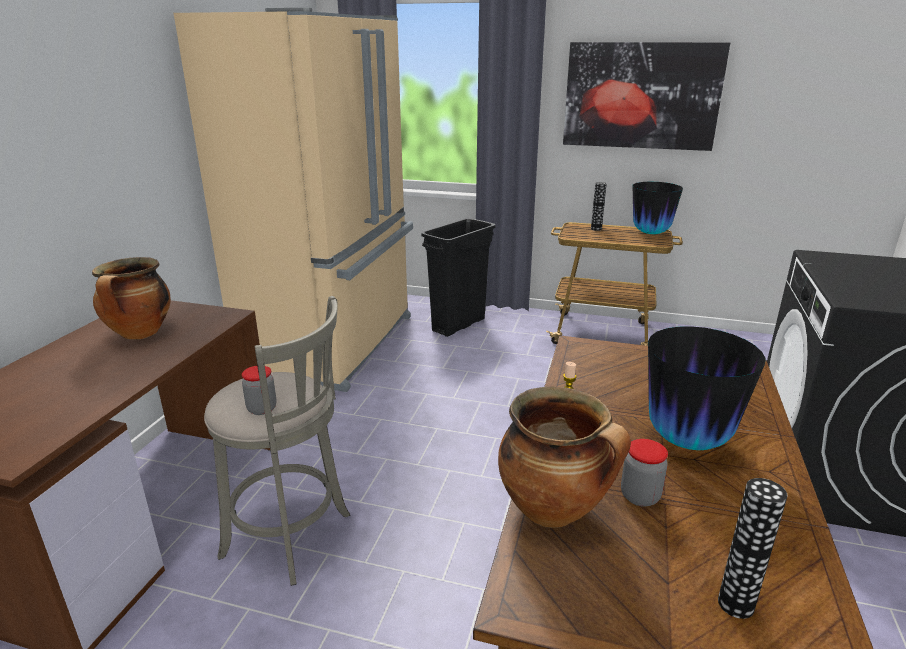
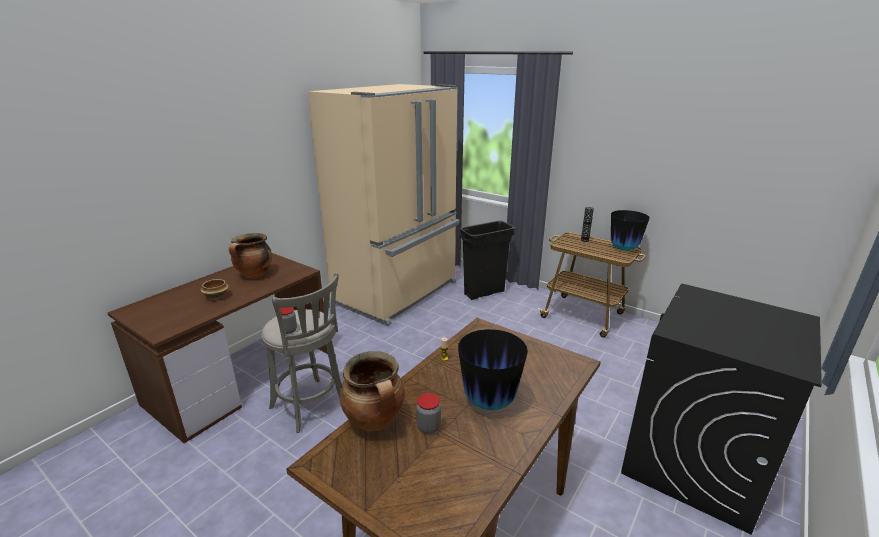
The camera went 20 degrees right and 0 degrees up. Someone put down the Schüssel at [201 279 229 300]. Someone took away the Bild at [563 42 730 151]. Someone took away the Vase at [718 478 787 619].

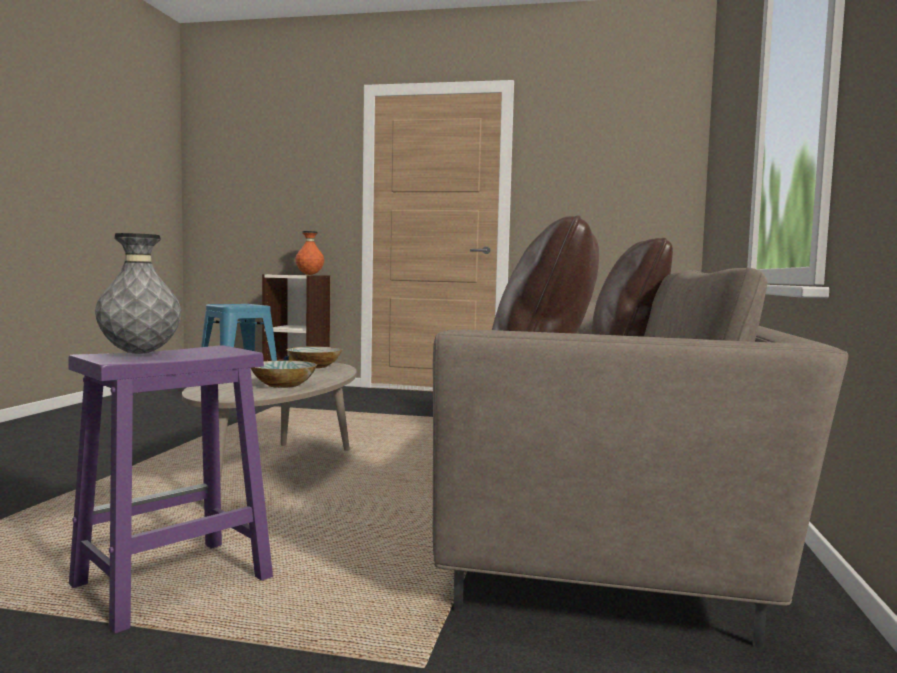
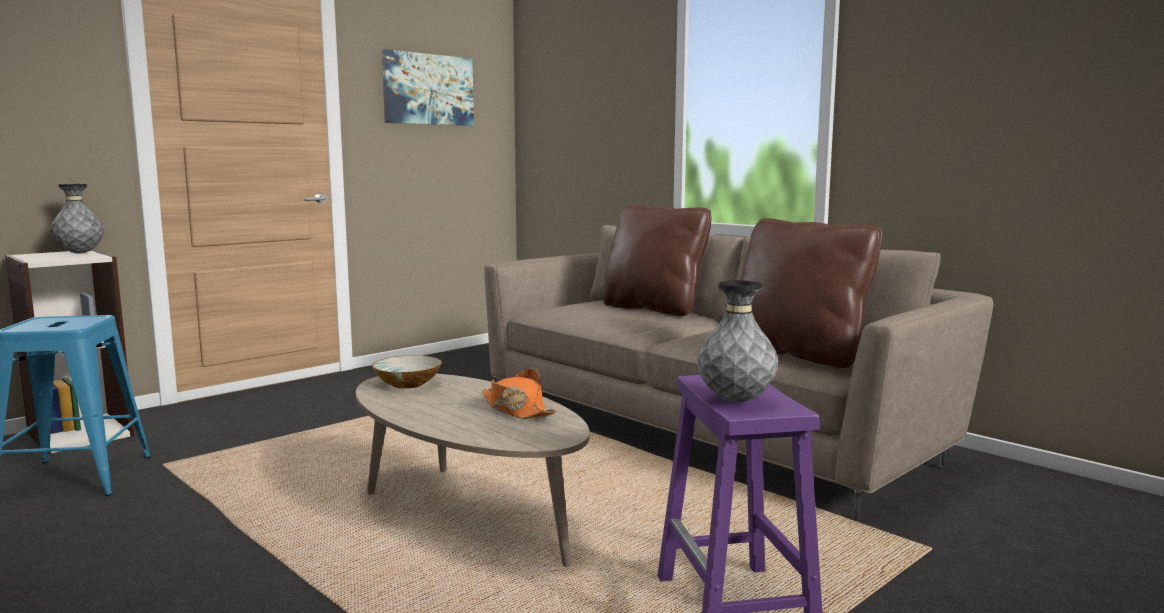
The camera went 55 degrees left and 5 degrees up. Someone repainted the Vase [orange] at [295 231 324 275], which became the Vase [grau] at [51 184 104 253]. Someone put up the Bild at [382 49 474 126]. Someone swapped the Schüssel at [251 360 317 388] for the Hut [orange] at [482 369 557 419].

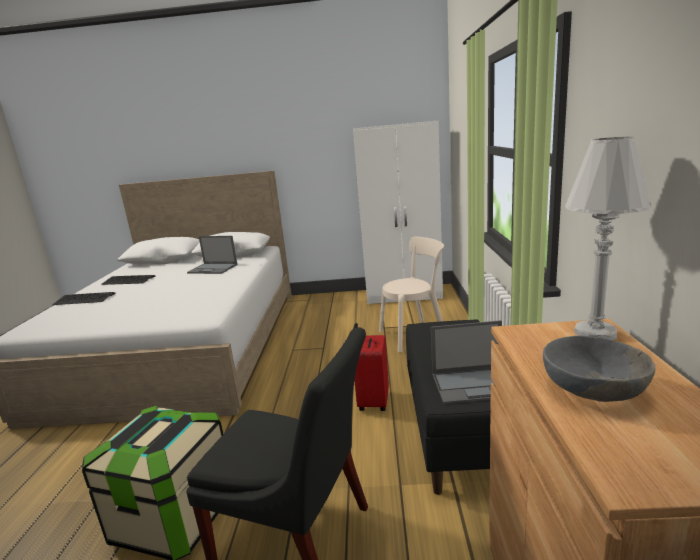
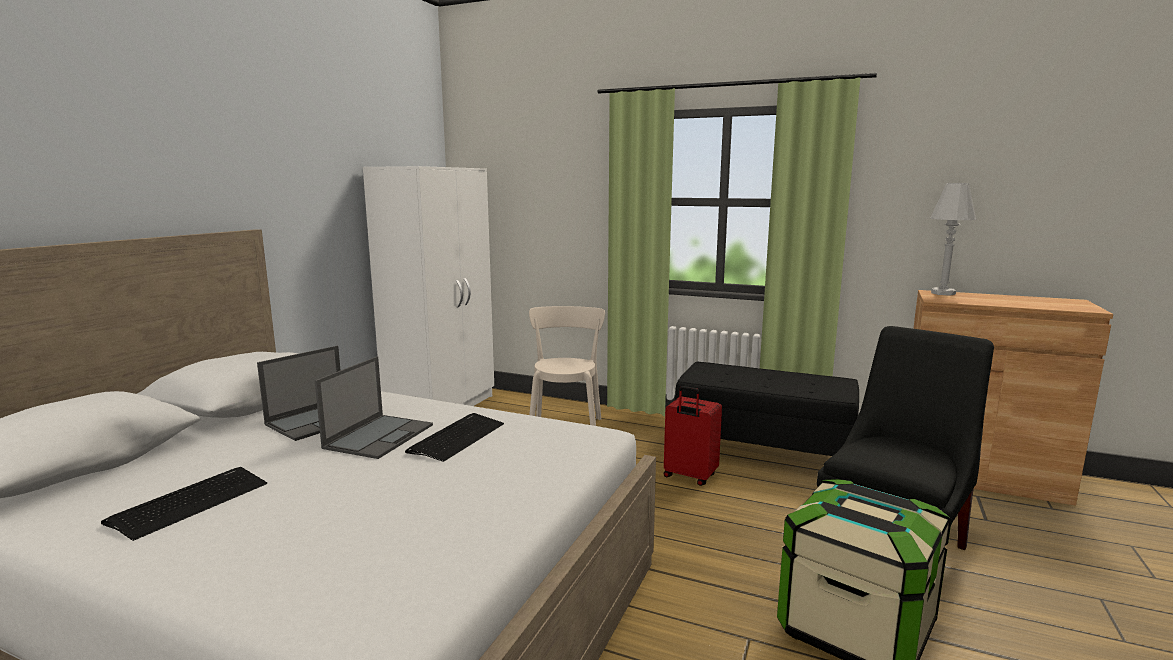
The camera went 70 degrees left and 5 degrees down. Someone carried the Laptop from [431 320 502 404] to [315 356 433 459]. Someone carried the Tastatur from [52 292 115 305] to [405 413 504 462]. Someone took away the Schüssel [grau] at [543 336 655 402].

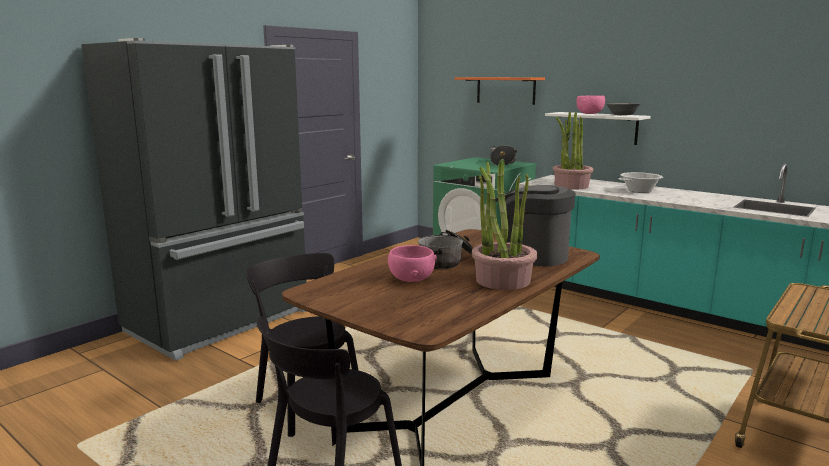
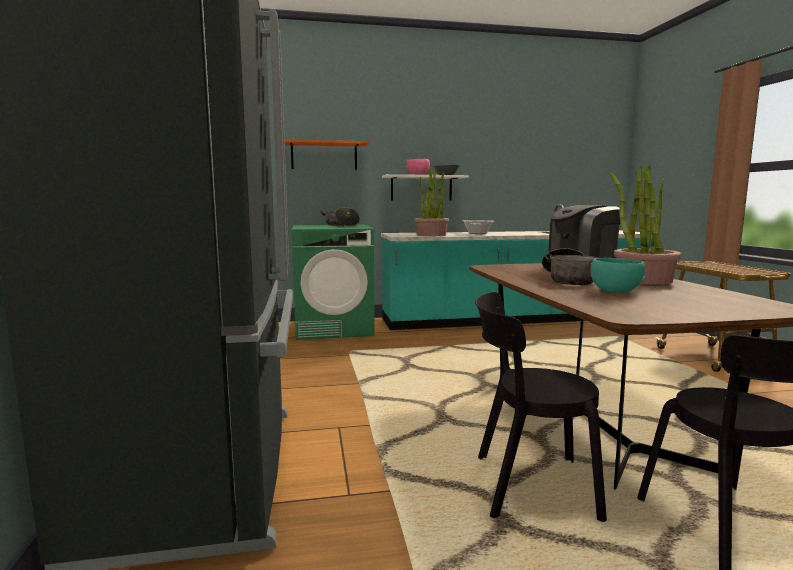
The camera went 50 degrees left and 5 degrees down. Someone repainted the Schüssel [rosa] at [388 245 437 282], which became the Schüssel [türkis] at [590 258 645 293].

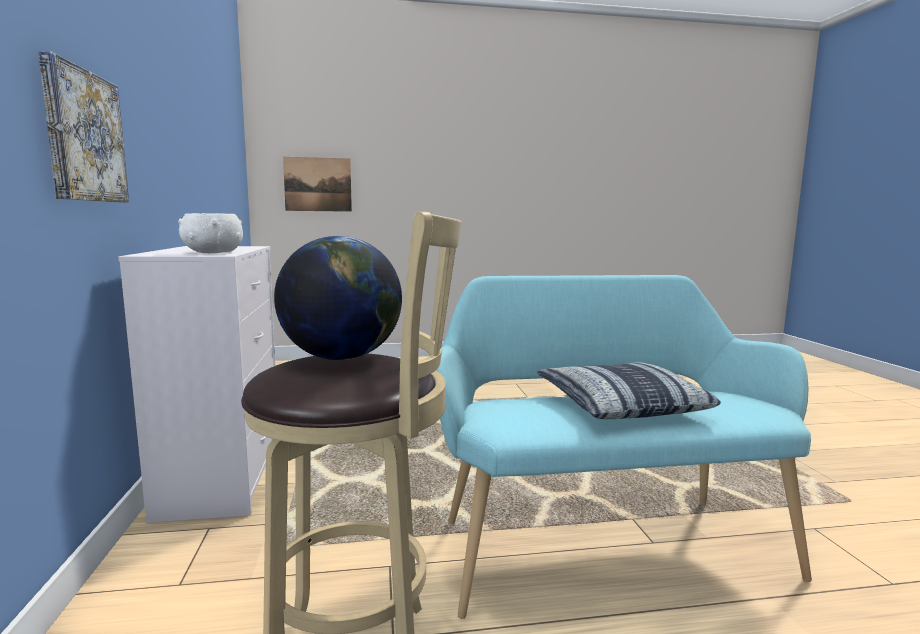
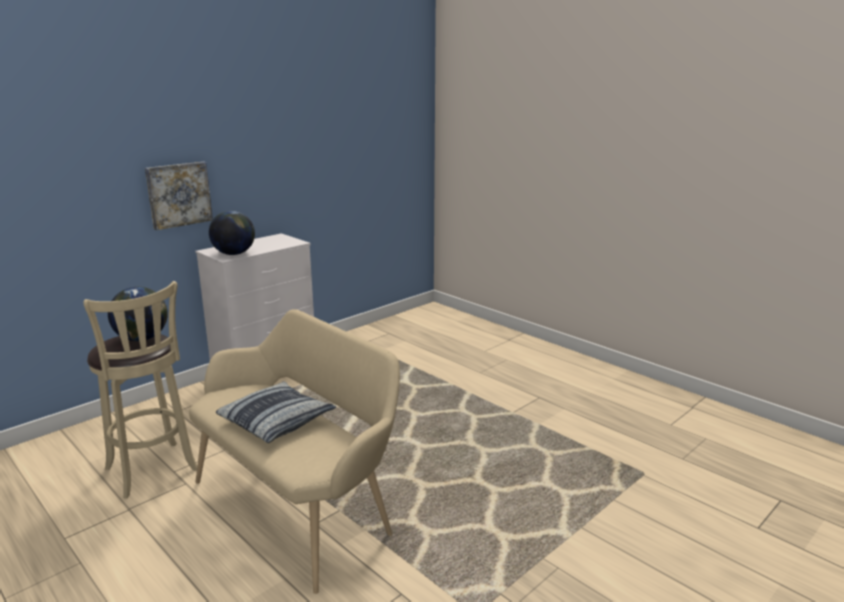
The camera went 55 degrees right and 10 degrees up. Someone repainted the Bank [türkis] at [437 275 812 619], which became the Bank [beige] at [189 309 400 594]. Someone swapped the Schüssel [weiß] at [178 213 243 253] for the Globus at [209 211 255 255]. Someone took away the Bild at [283 157 352 212].

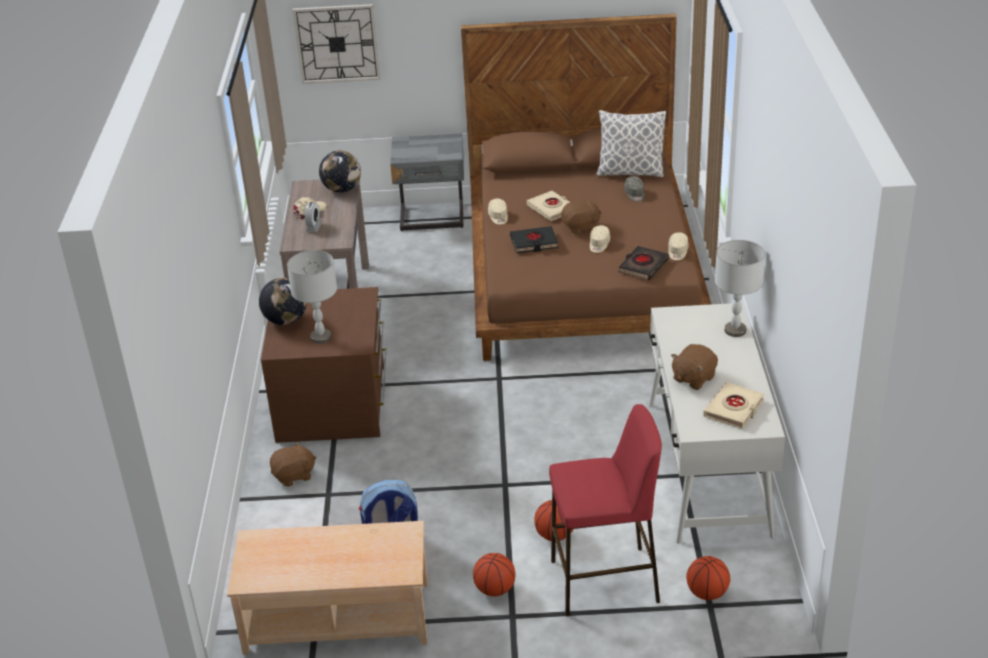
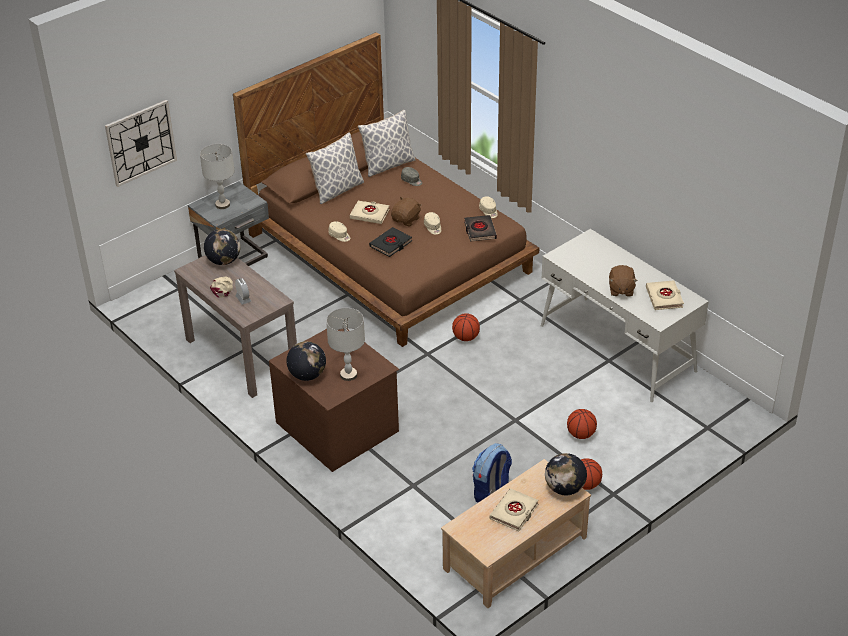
The camera went 40 degrees left and 5 degrees up. Someone carried the Tischlampe [grau] from [715 240 765 337] to [200 144 235 209]. Someone put down the Kissen at [306 132 364 204]. Someone carried the Basketball from [686 556 730 600] to [452 313 480 341]. Someone put down the Buch [beige] at [490 488 538 531]. Someone put down the Globus at [545 453 587 496]. Someone took away the Plüschtier [braun] at [270 442 316 487]. Someone took away the Hocker [rot] at [549 404 662 617].

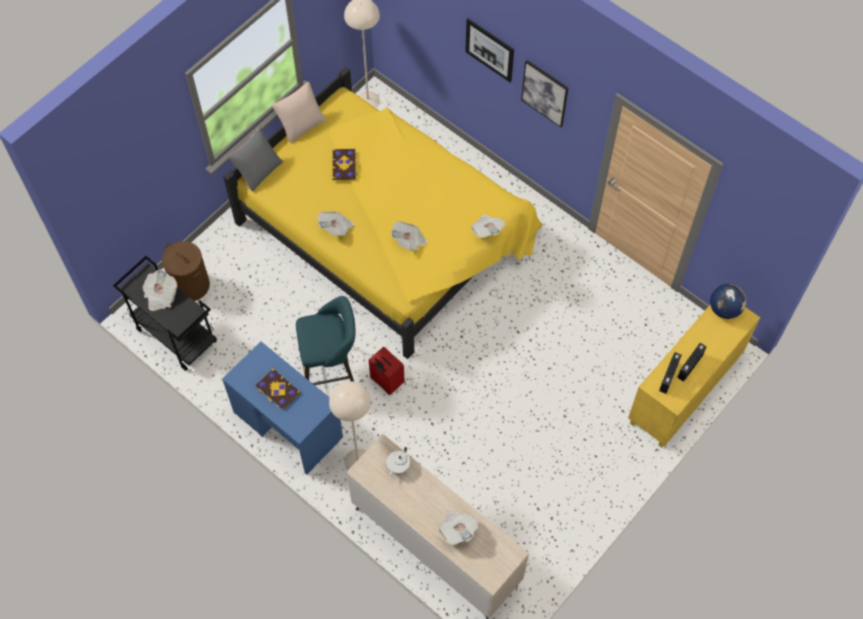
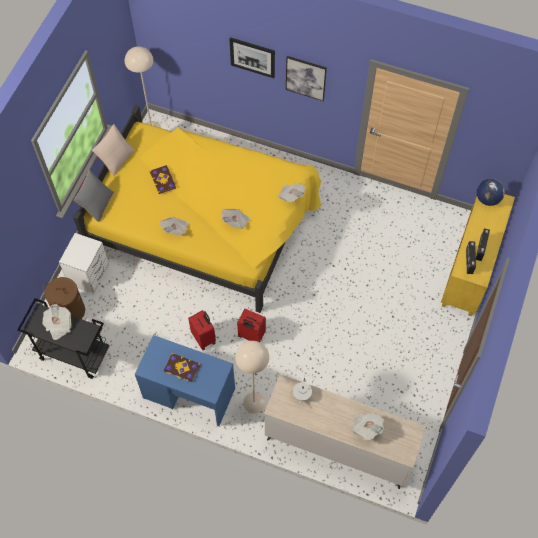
The camera went 20 degrees left and 0 degrees up. Someone put down the Nachttisch [weiß] at [59 233 109 294]. Someone swapped the Hocker [türkis] at [296 296 355 385] for the Koffer [rot] at [188 310 216 350].

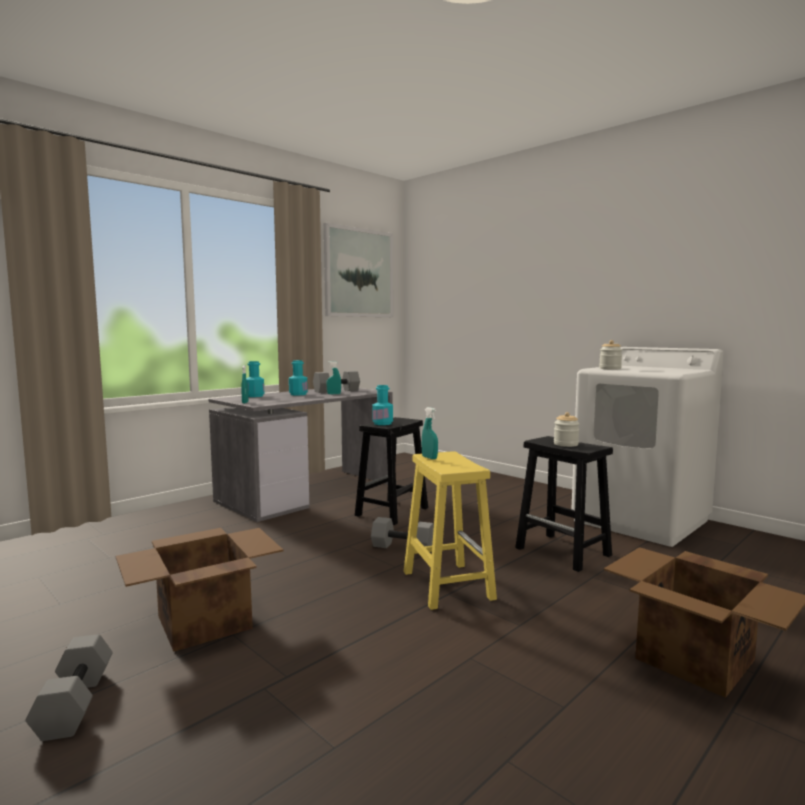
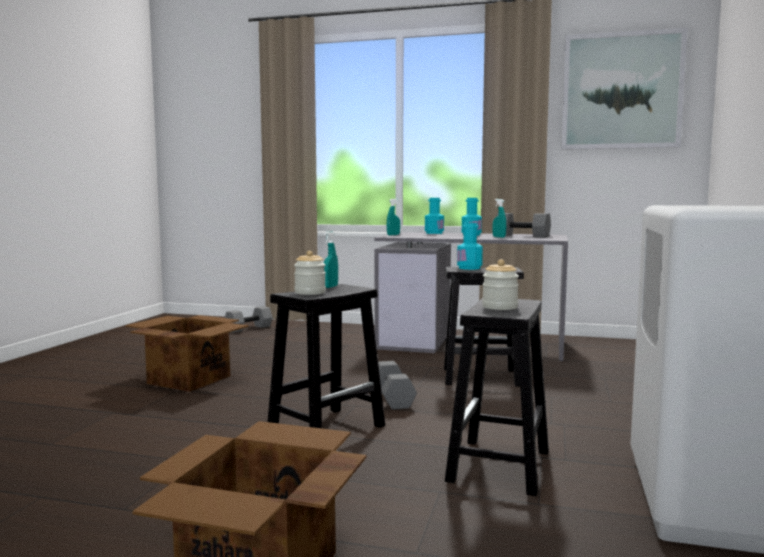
The camera went 60 degrees right and 0 degrees up. Someone carried the Hantel [grau] from [26 634 113 741] to [225 306 273 333]. Someone repainted the Hocker [gelb] at [404 451 497 610], which became the Hocker [schwarz] at [268 284 385 428]. Someone carried the Vorratsglas from [599 340 622 370] to [294 251 326 295].

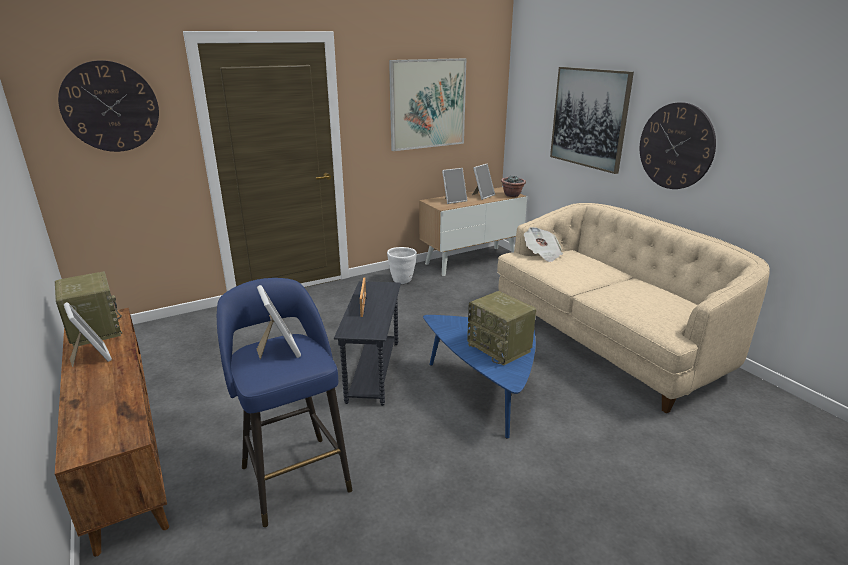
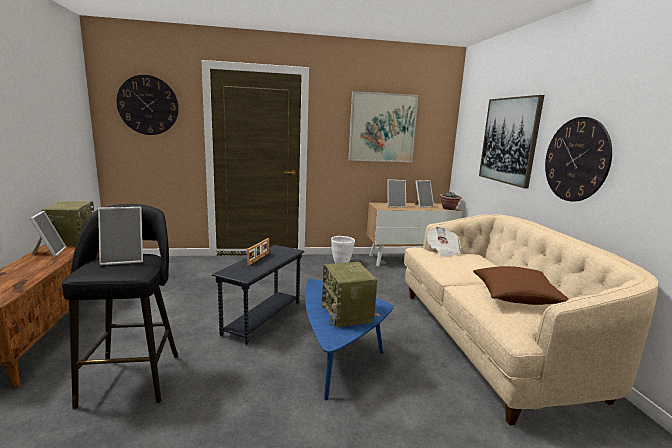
The camera went 20 degrees right and 10 degrees down. Someone repainted the Hocker [blau] at [217 278 352 527], which became the Hocker [schwarz] at [62 204 178 409]. Someone rotated the Bilderrahmen at [257 285 301 360] by 75 degrees clockwise. Someone put down the Kissen [braun] at [473 266 569 305].

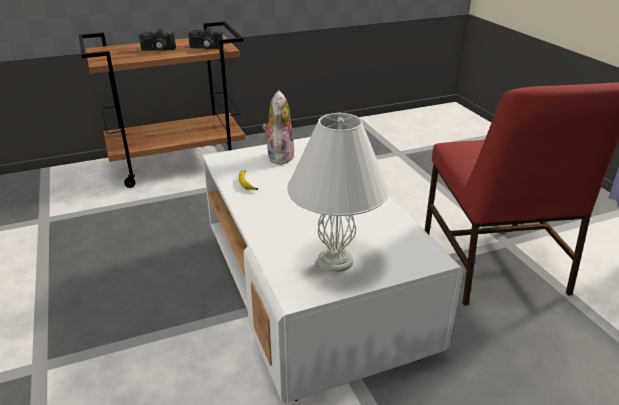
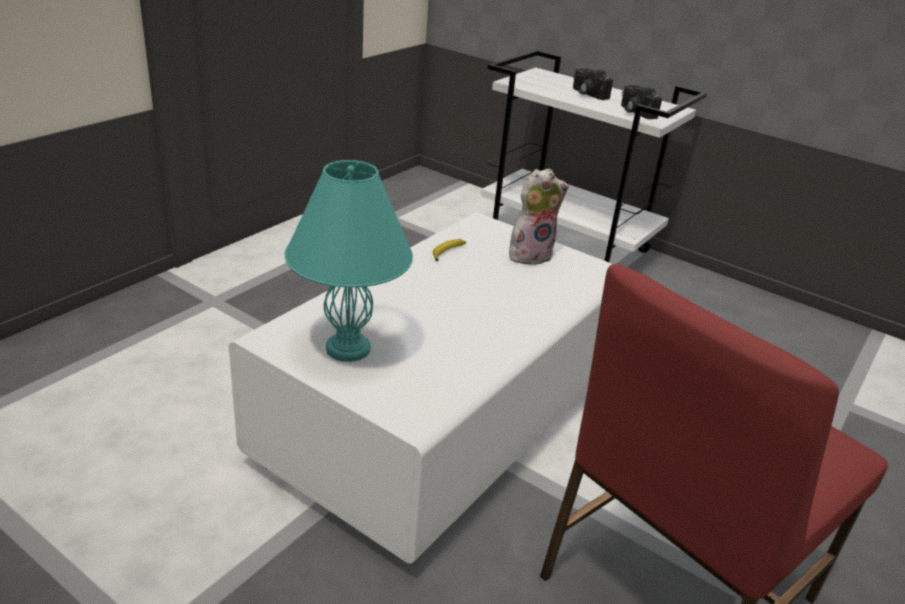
The camera went 55 degrees right and 0 degrees up. Someone repainted the Tischlampe [weiß] at [287 113 389 272], which became the Tischlampe [türkis] at [284 160 413 362]. Someone repainted the Rollwagen [braun] at [79 21 245 188], which became the Rollwagen [weiß] at [481 50 707 262].

